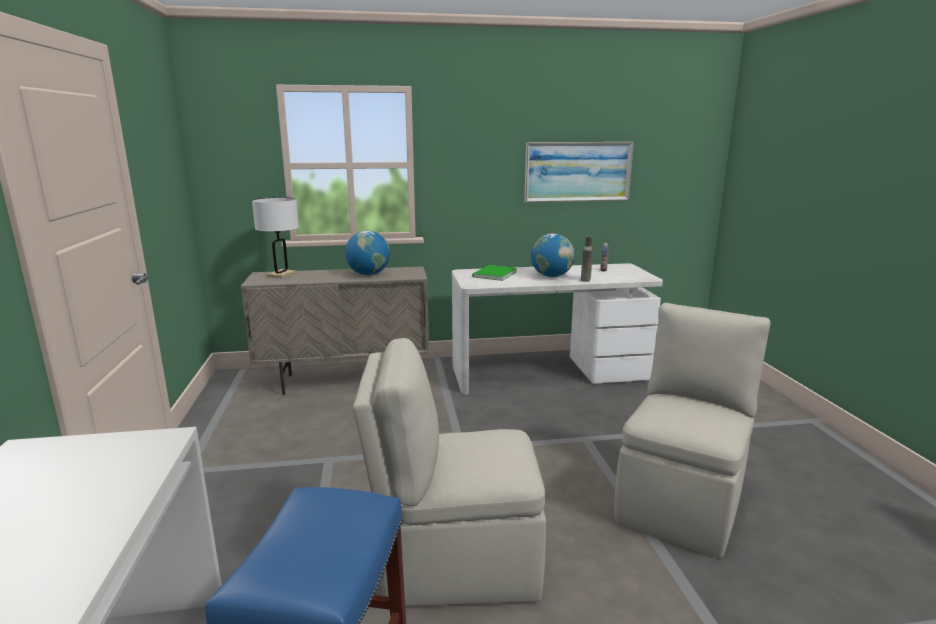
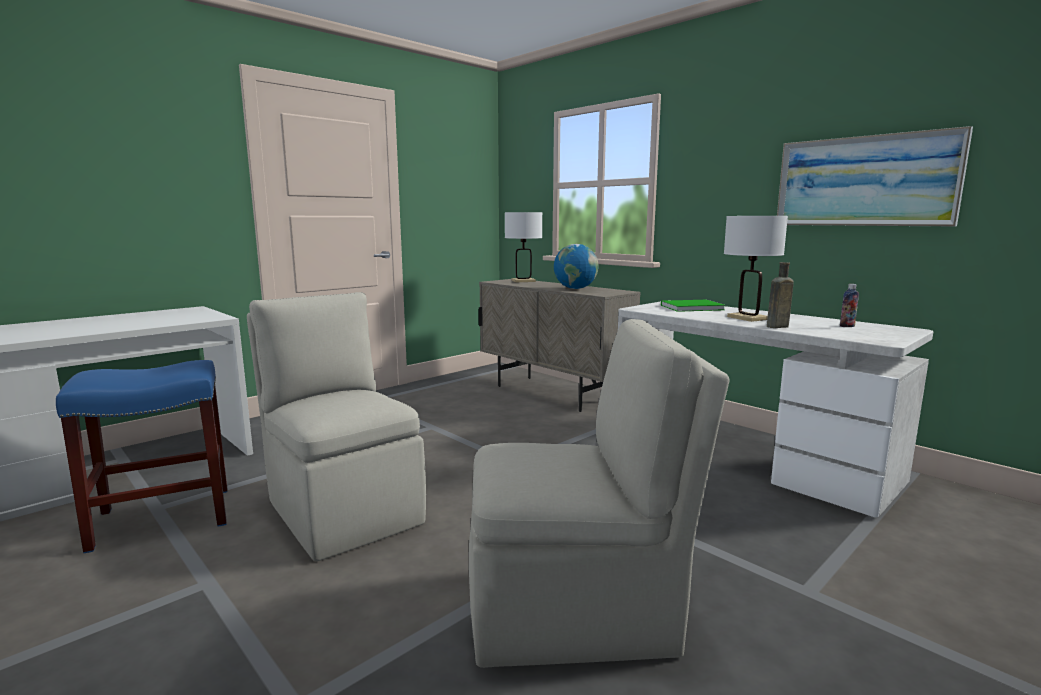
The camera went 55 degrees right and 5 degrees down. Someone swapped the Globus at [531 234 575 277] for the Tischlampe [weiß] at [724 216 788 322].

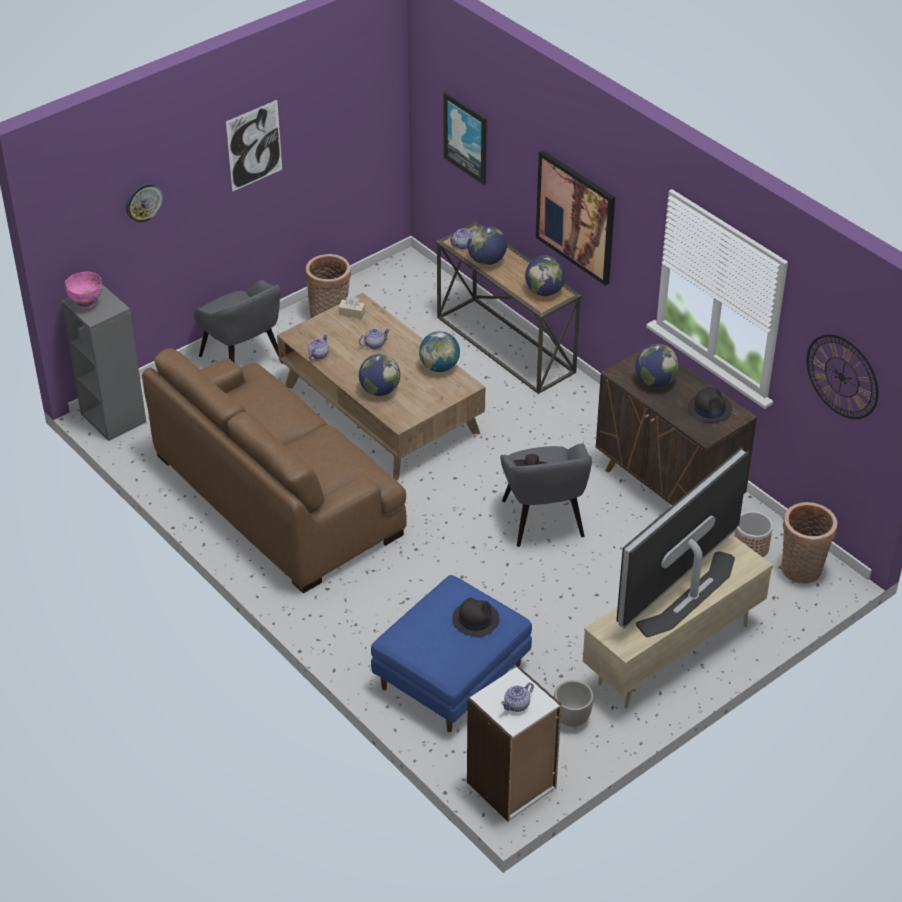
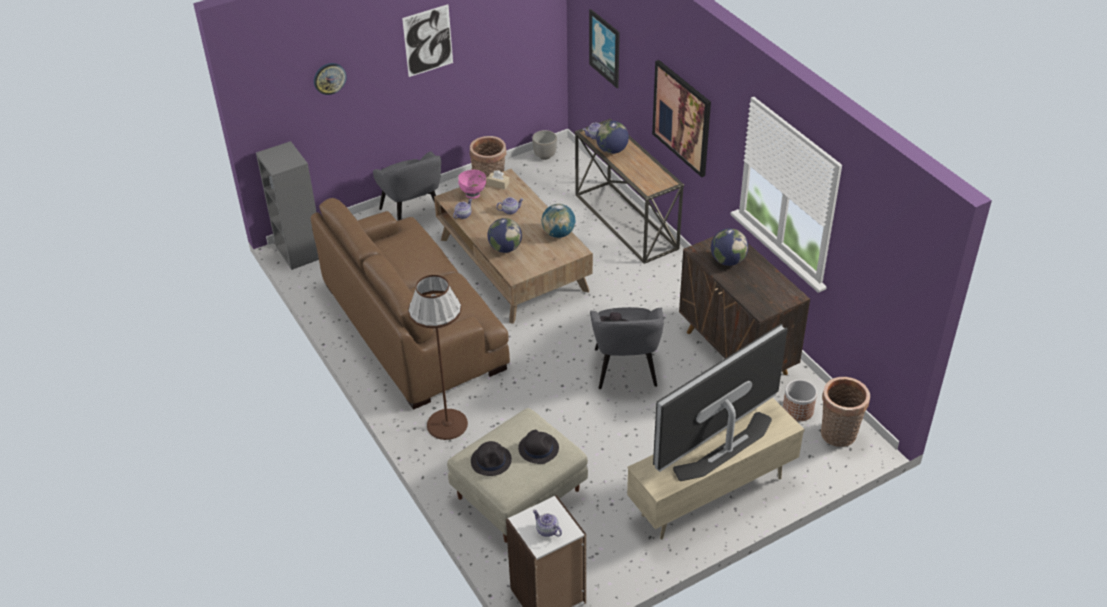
The camera went 10 degrees right and 0 degrees up. Someone put down the Stehlampe [braun] at [408 275 468 440]. Someone repainted the Polsterhocker [blau] at [371 575 532 732], which became the Polsterhocker [beige] at [447 408 588 543]. Someone carried the Schüssel [rosa] from [65 272 102 309] to [458 169 486 199]. Someone carried the Hut [schwarz] from [688 387 732 423] to [471 441 512 476]. Someone carried the Pflanzkübel from [554 680 594 727] to [532 130 557 160]. Someone rotated the Teekanne at [501 682 534 712] by 75 degrees clockwise. Someone took away the Globus at [525 255 566 296]. Someone took away the Wanduhr at [807 334 879 419].

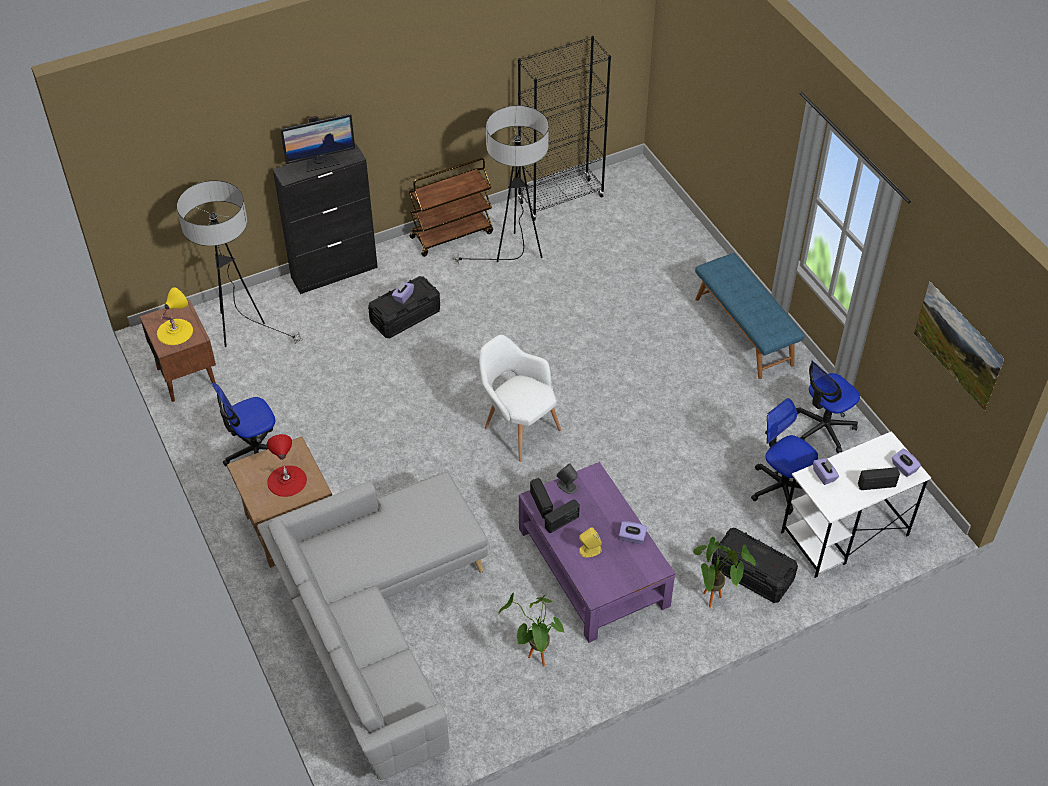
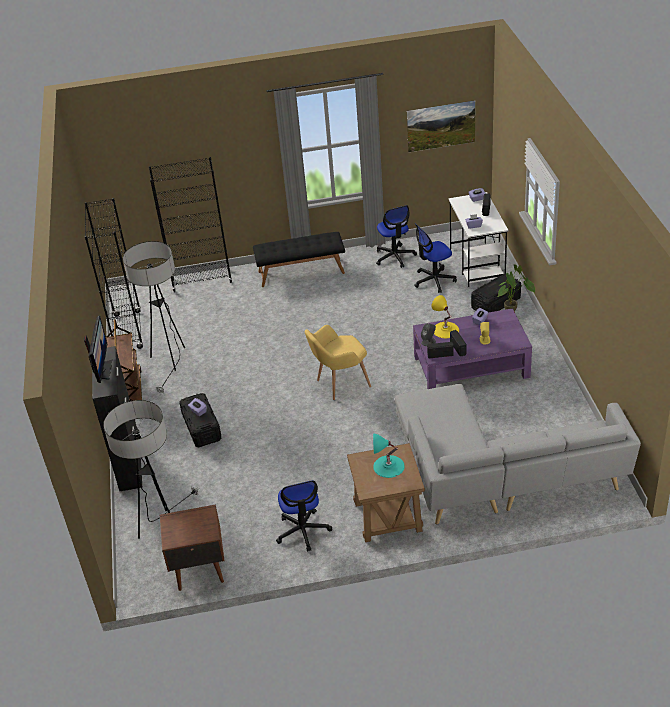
The camera went 70 degrees left and 10 degrees down. Someone put down the Bücherregal [schwarz] at [149 157 233 292]. Someone repainted the Bank [blau] at [695 253 804 379], which became the Bank [schwarz] at [253 232 345 287]. Someone repainted the Sessel [weiß] at [479 335 561 462], which became the Sessel [gelb] at [304 325 371 400]. Someone repainted the Tischlampe [rot] at [267 434 307 497], which became the Tischlampe [türkis] at [373 433 405 478]. Someone carried the Tischlampe [gelb] from [157 287 193 345] to [432 295 459 338]. Someone took away the Topfpflanze at [498 593 565 666].

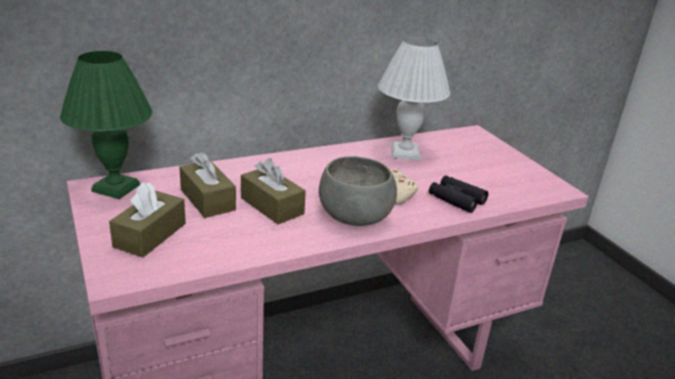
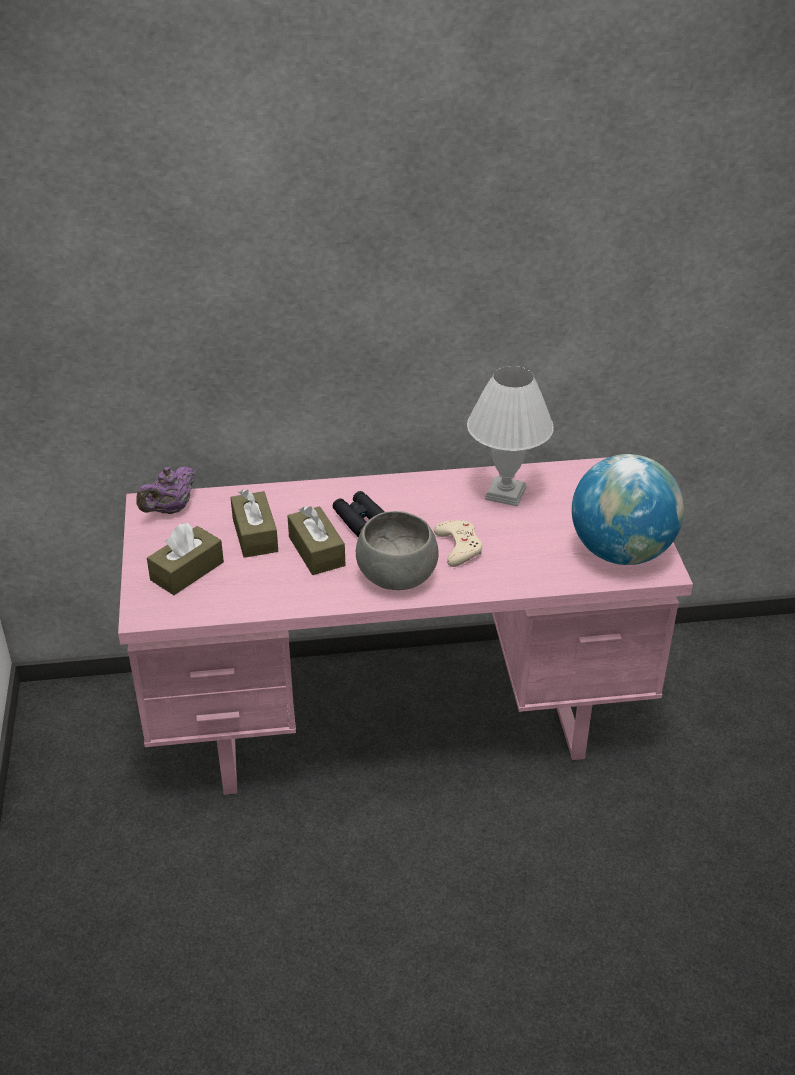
The camera went 20 degrees right and 10 degrees up. Someone swapped the Tischlampe [grün] at [60 51 153 199] for the Teekanne [lila] at [136 467 196 514]. Someone carried the Fernglas [schwarz] from [429 175 488 213] to [333 491 384 537]. Someone put down the Globus at [572 454 684 565].

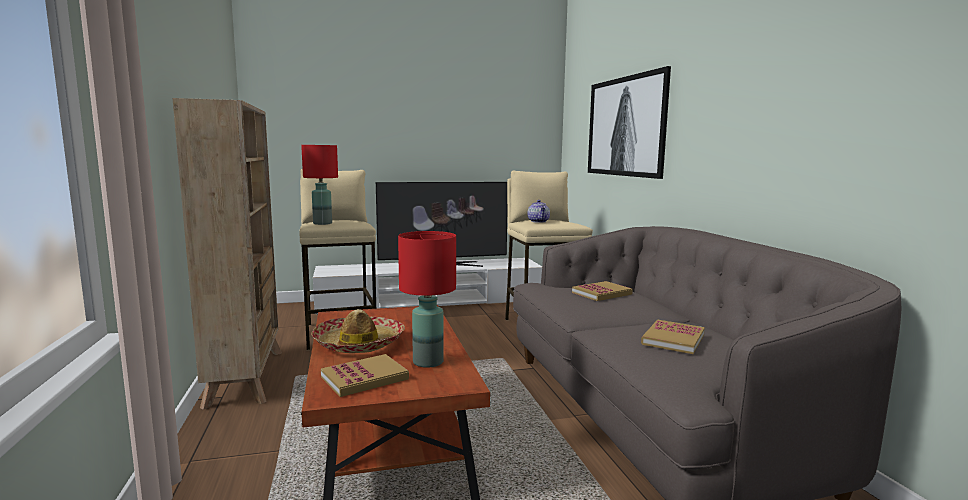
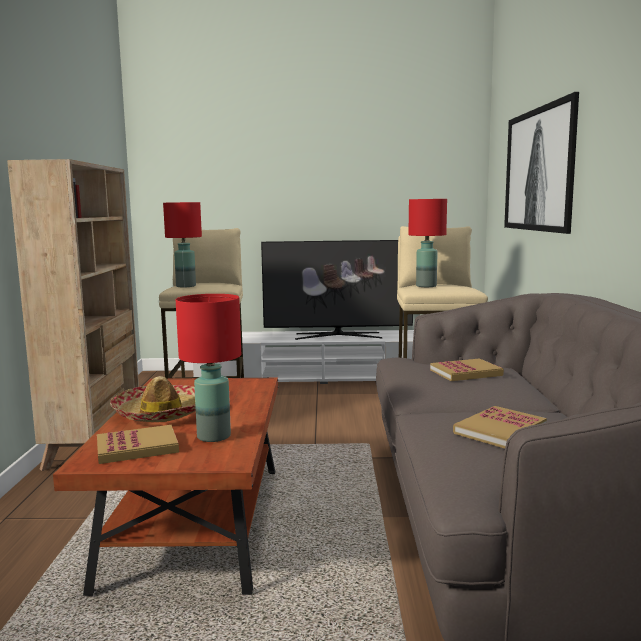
The camera went 15 degrees right and 0 degrees up. Someone swapped the Teekanne at [527 200 550 223] for the Tischlampe [rot] at [408 199 447 287].

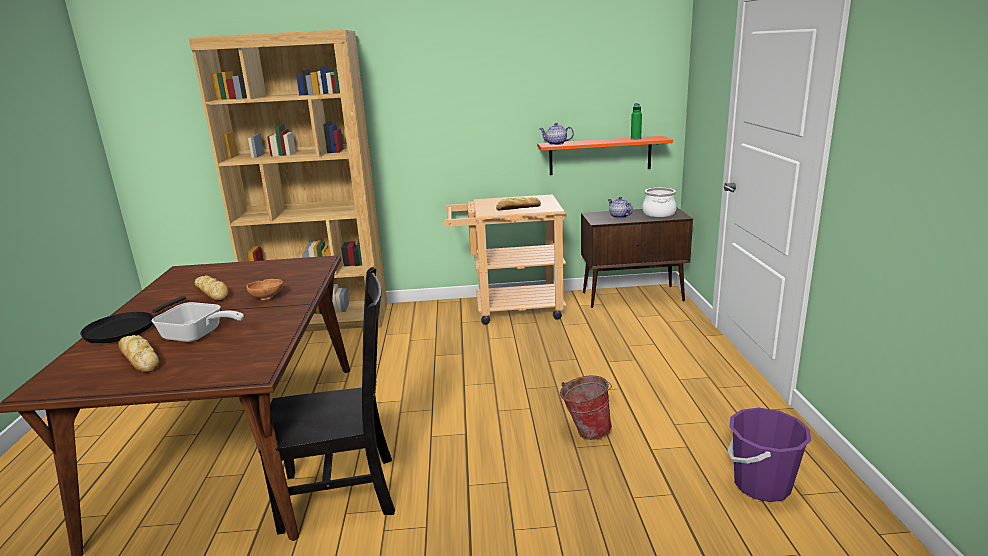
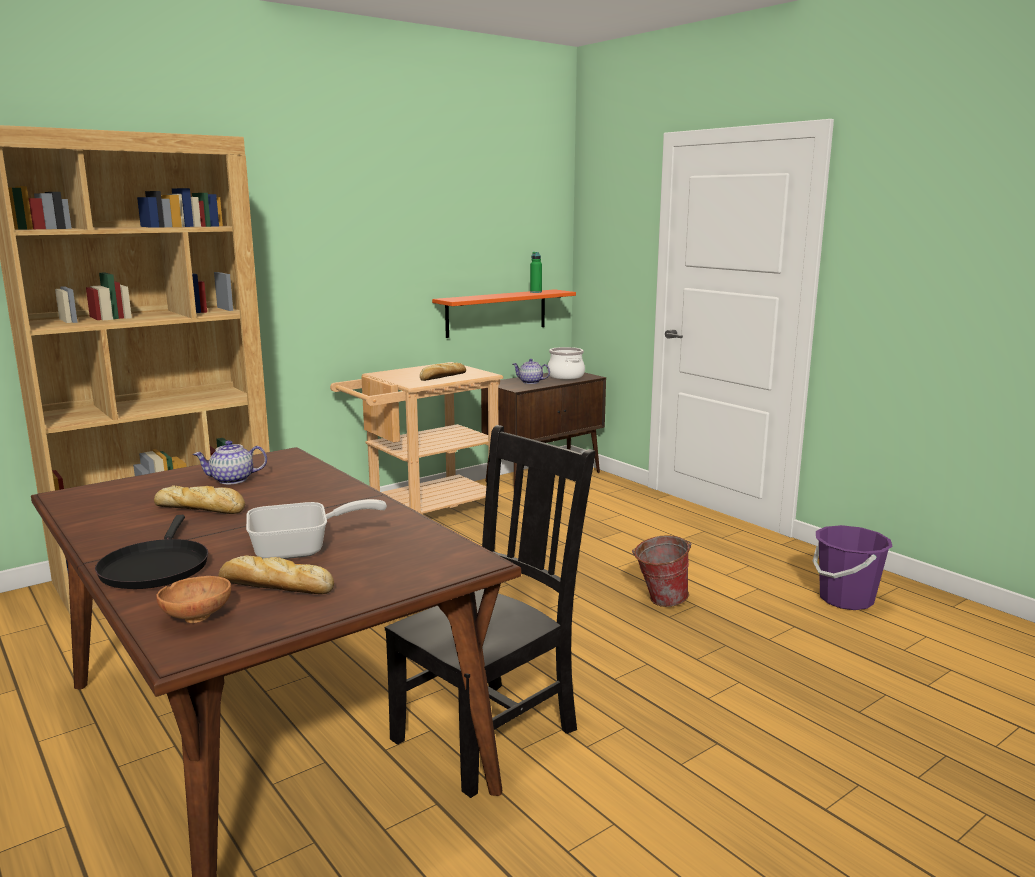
The camera went 35 degrees left and 5 degrees down. Someone carried the Schüssel [braun] from [247 279 283 300] to [156 576 231 623]. Someone carried the Teekanne from [539 123 574 145] to [193 440 267 484].

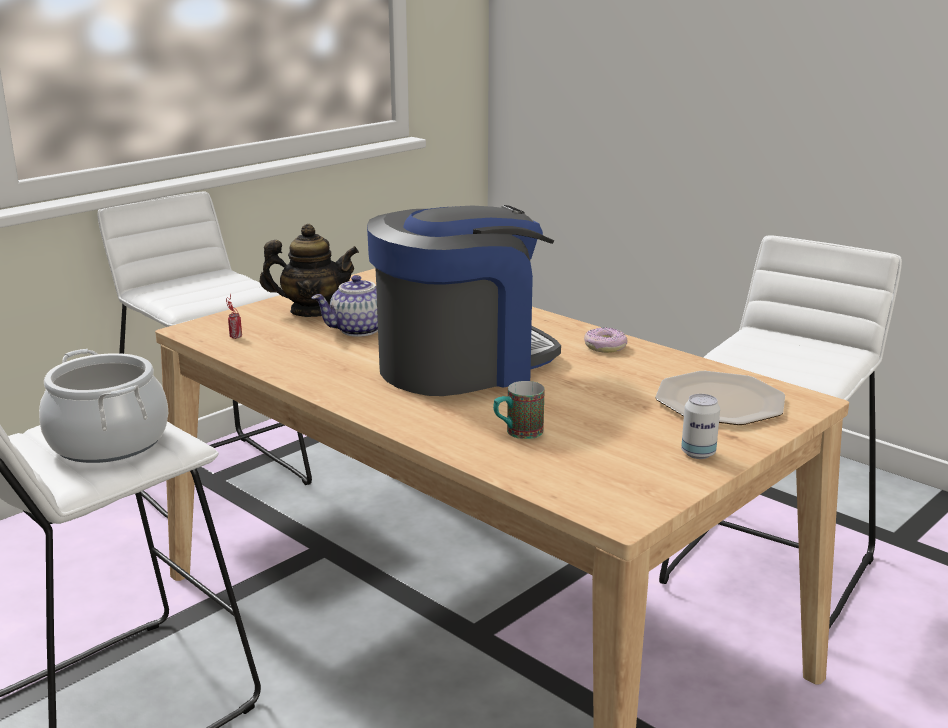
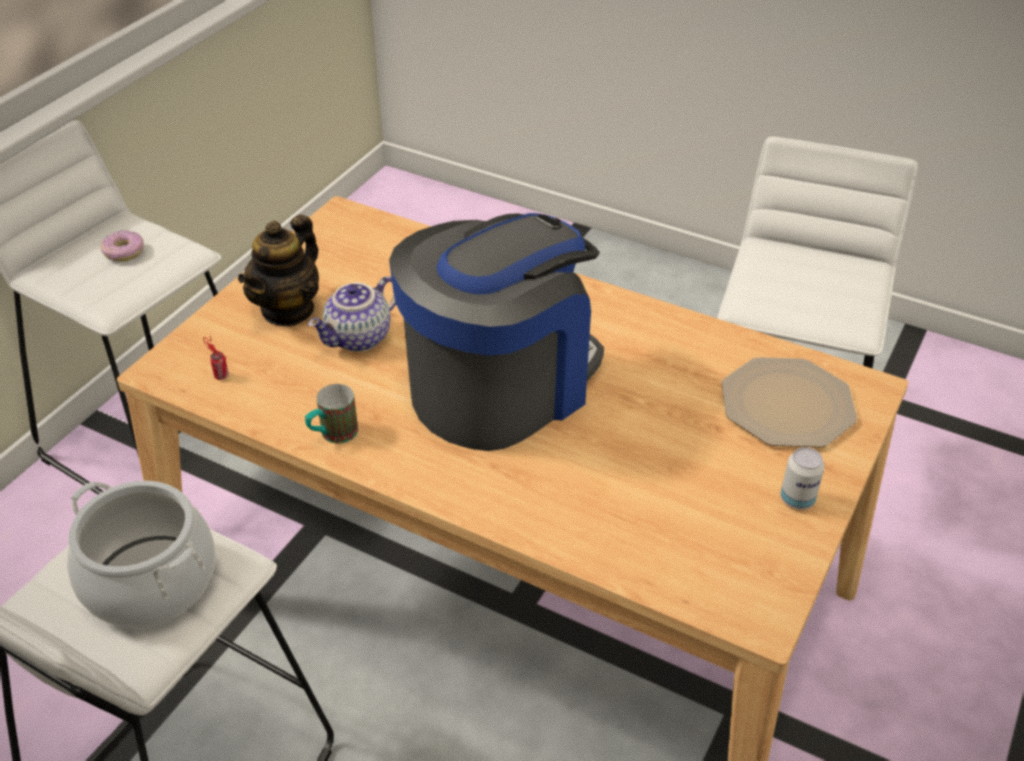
The camera went 15 degrees left and 20 degrees up. Someone carried the Donut from [584 327 627 353] to [101 230 144 262]. Someone rotated the Teekanne at [260 224 359 317] by 135 degrees clockwise. Someone carried the Henkelbecher from [493 381 545 439] to [305 384 358 444].

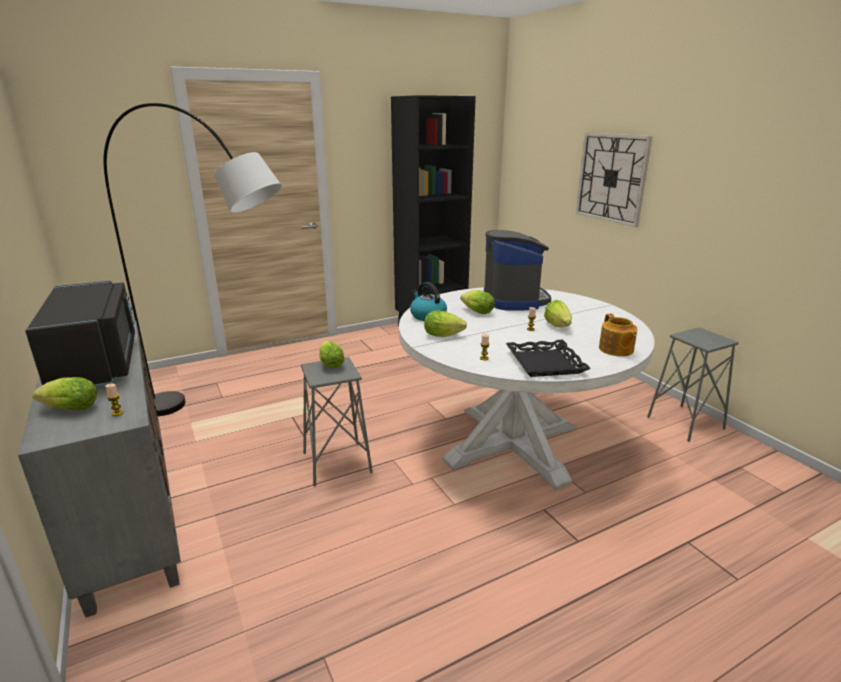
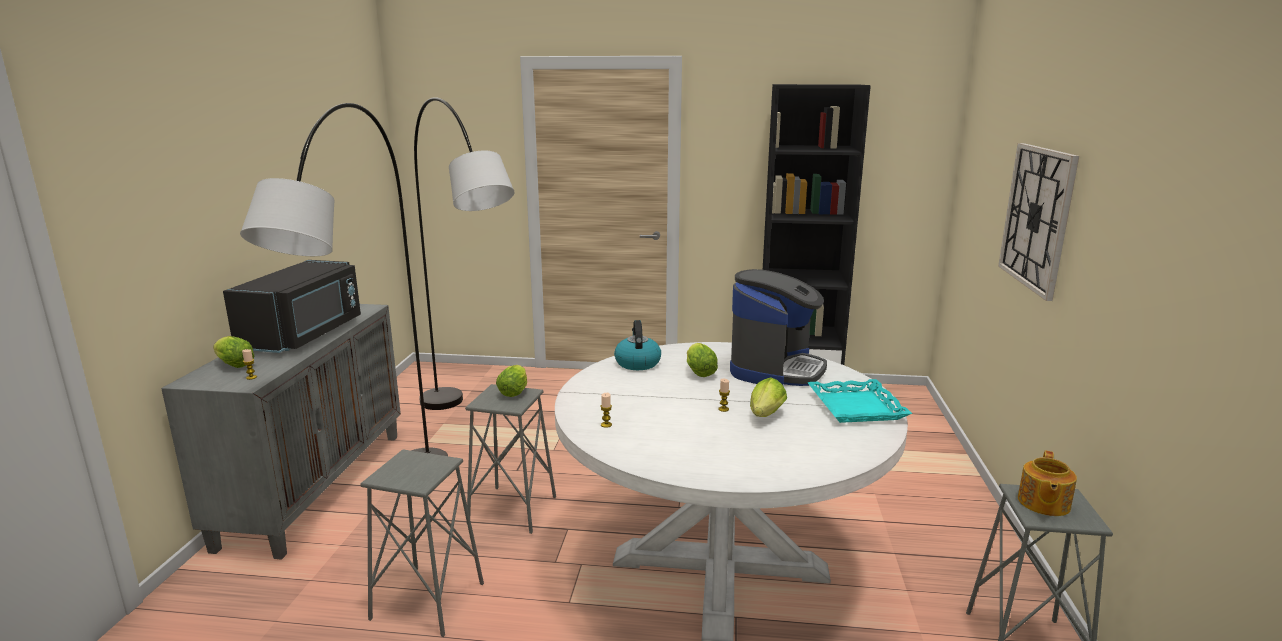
The camera went 35 degrees right and 5 degrees down. Someone put down the Stehlampe [grau] at [240 103 448 456]. Someone put down the Hocker [grau] at [361 449 484 637]. Someone put down the Tablett [türkis] at [808 379 912 423]. Someone carried the Teekanne from [599 314 637 356] to [1018 451 1077 516]. Someone took away the Salatkopf at [424 310 467 337]. Someone took away the Tablett [schwarz] at [506 340 591 377].

